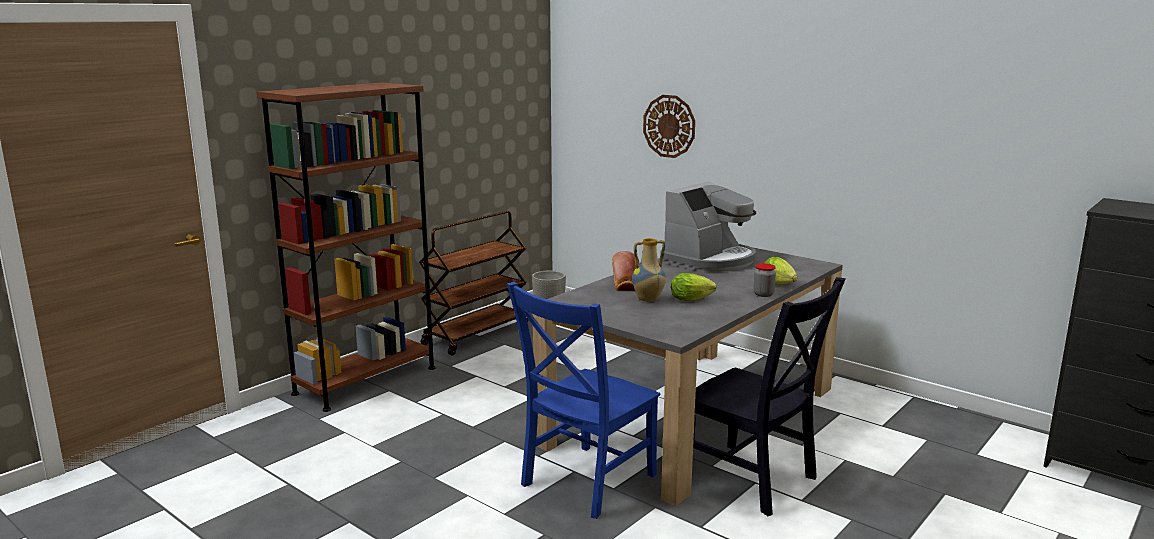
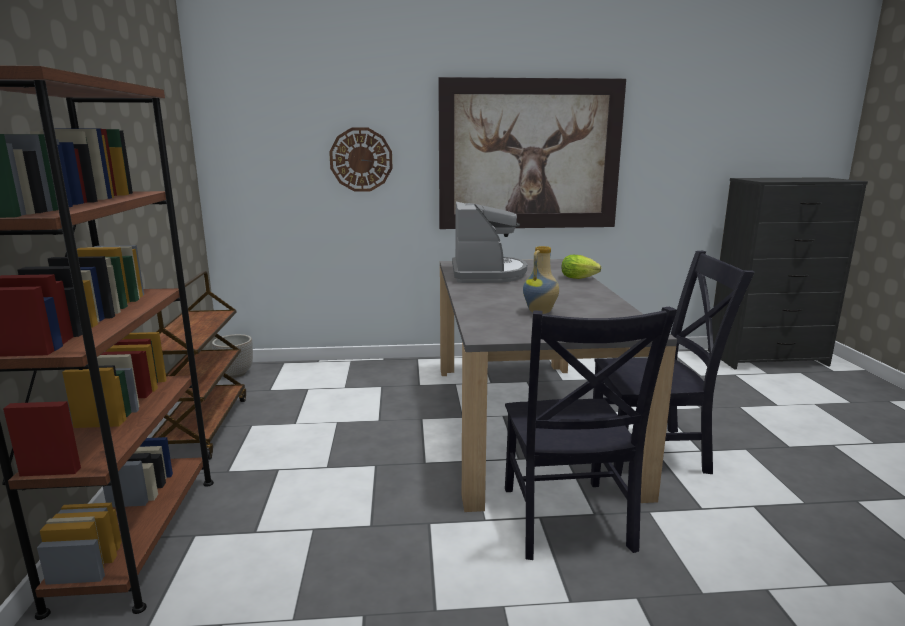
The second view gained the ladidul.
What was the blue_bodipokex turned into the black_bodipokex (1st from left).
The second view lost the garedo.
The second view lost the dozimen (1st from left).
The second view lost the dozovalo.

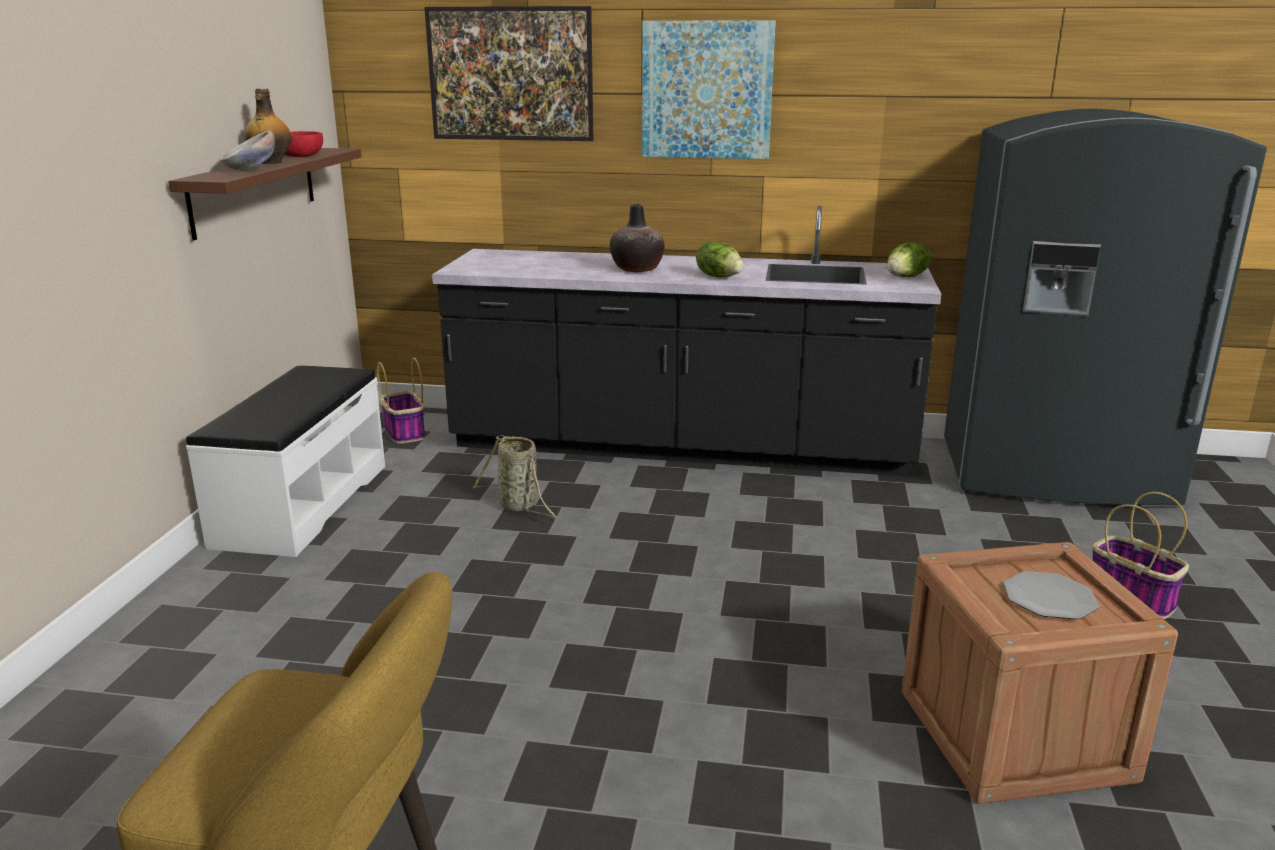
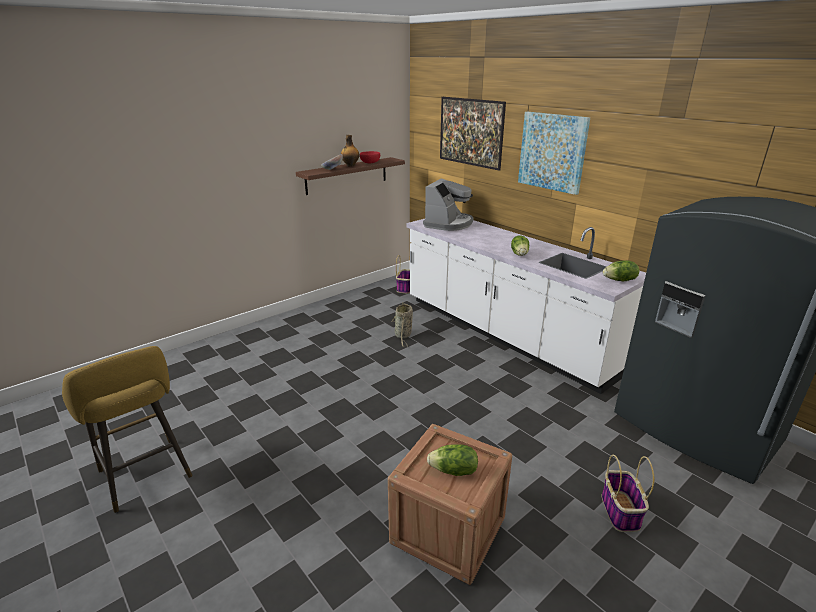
What was the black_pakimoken turned into the white_pakimoken.
The second view gained the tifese.
Where the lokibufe stood, the dozimen (1st from left) came to stand.
The second view lost the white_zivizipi.
The second view lost the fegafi.

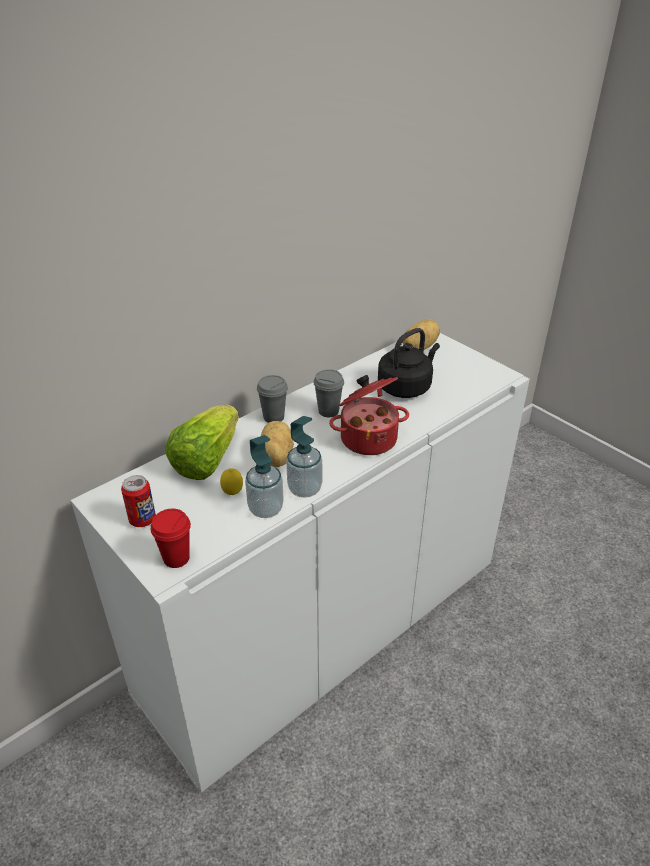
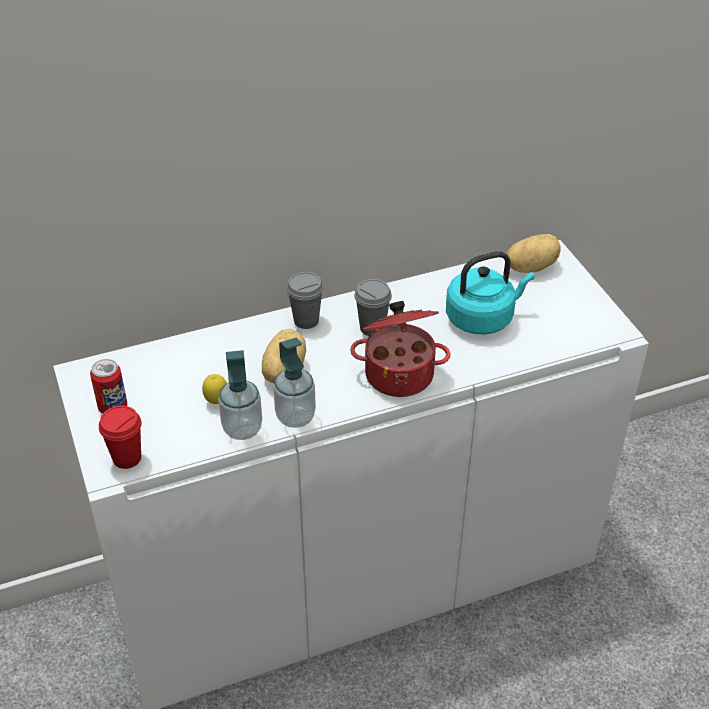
What was the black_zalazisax turned into the turquoise_zalazisax.
The second view lost the dozimen.

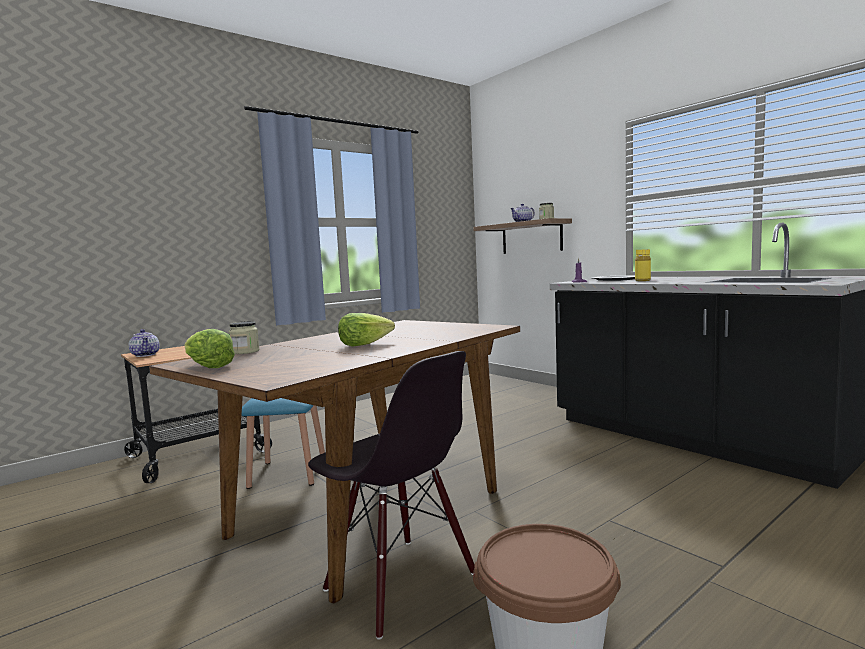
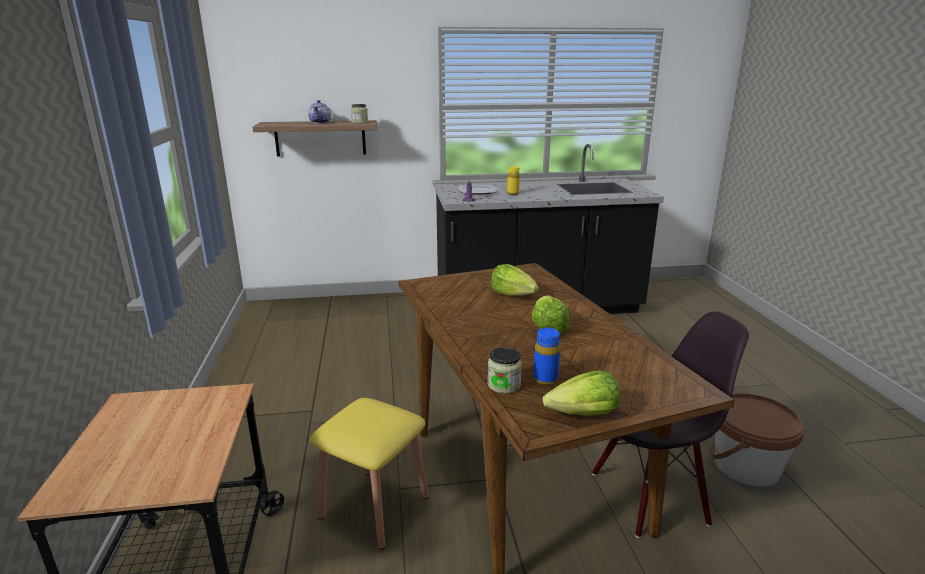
What was the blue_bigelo turned into the yellow_bigelo.
The second view gained the dozimen (1st from left).
The second view gained the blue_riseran.
The second view lost the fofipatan (1st from left).

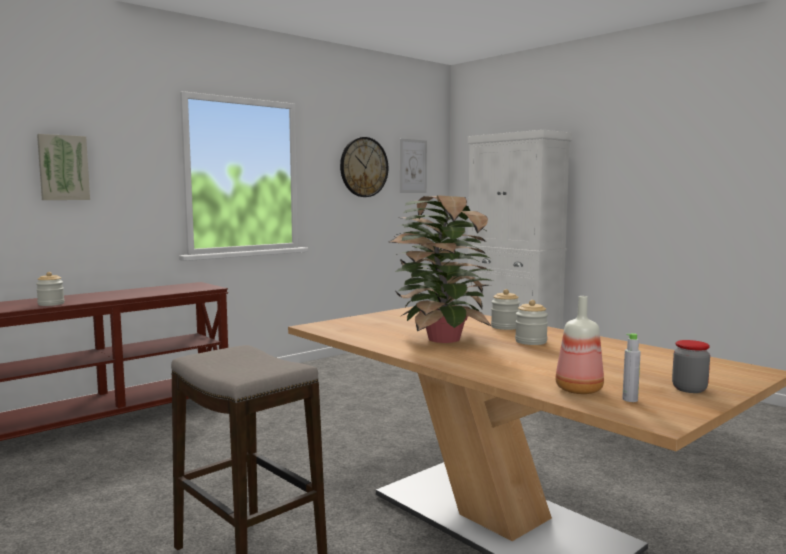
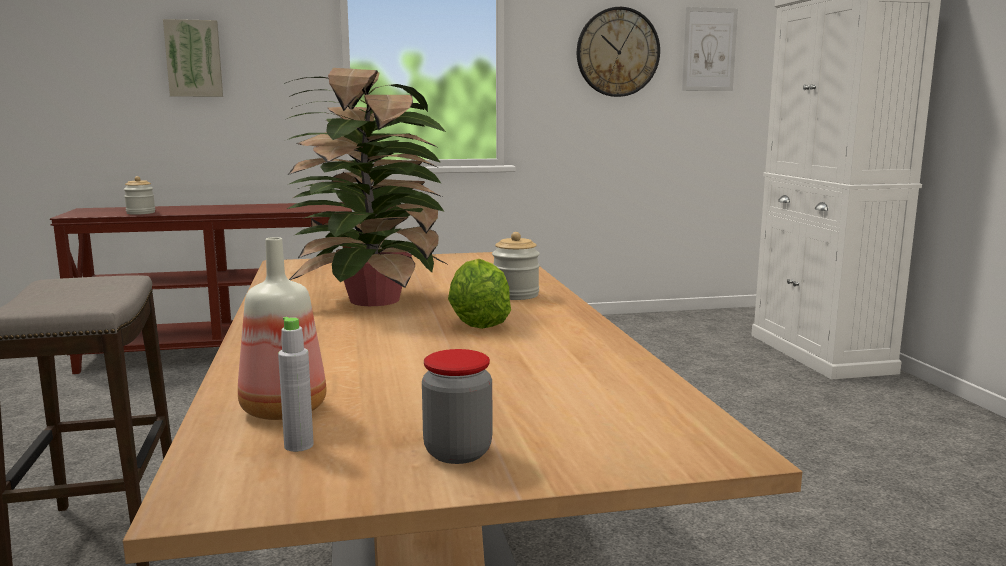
Where the dozovalo (3rd from left) stood, the dozimen came to stand.

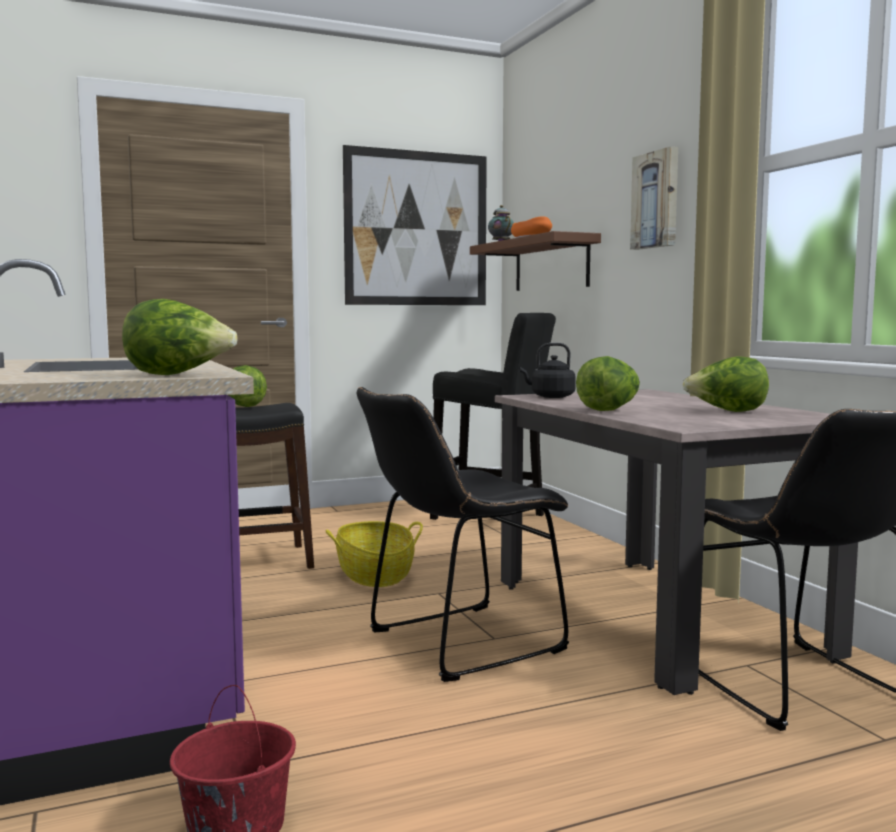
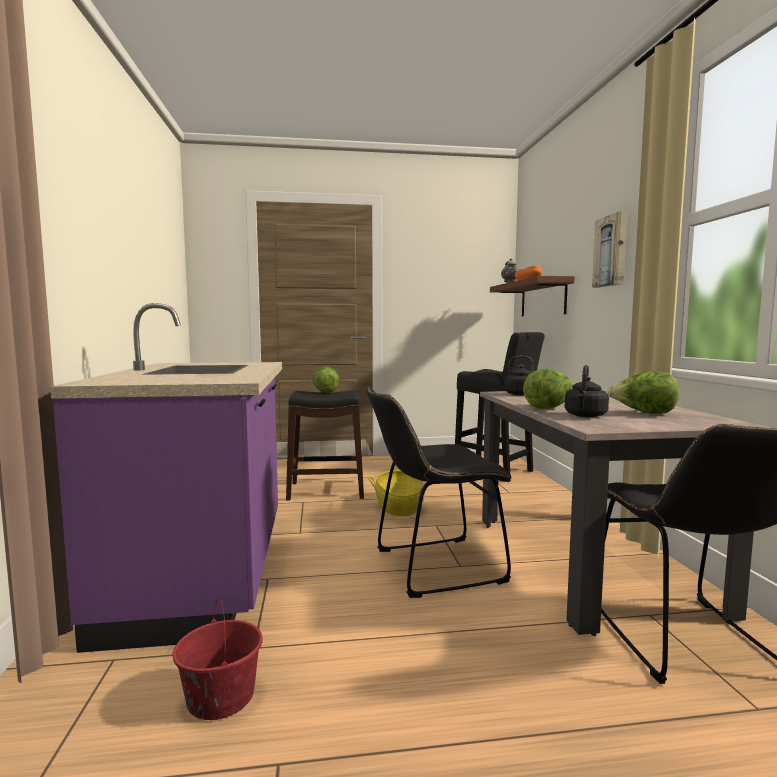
The second view gained the black_zalazisax (2nd from left).
The second view lost the dozimen (1st from left).
The second view lost the ladidul (1st from left).

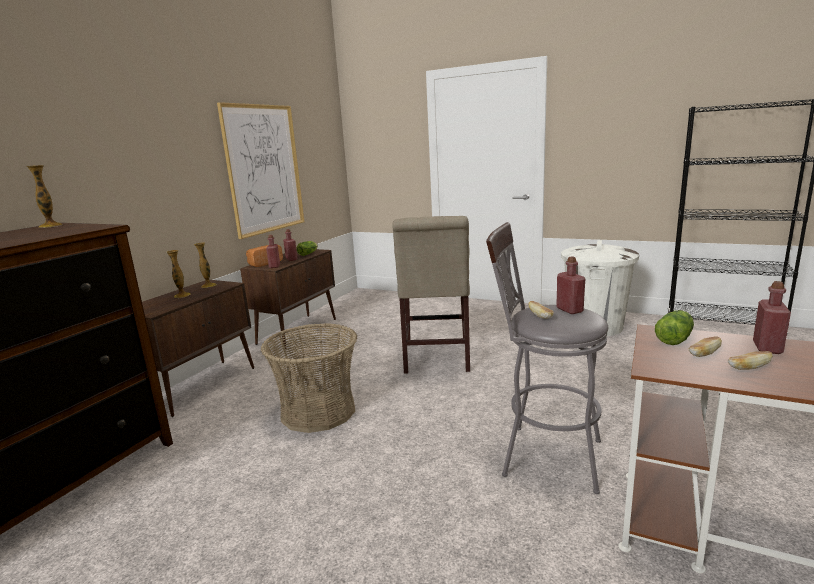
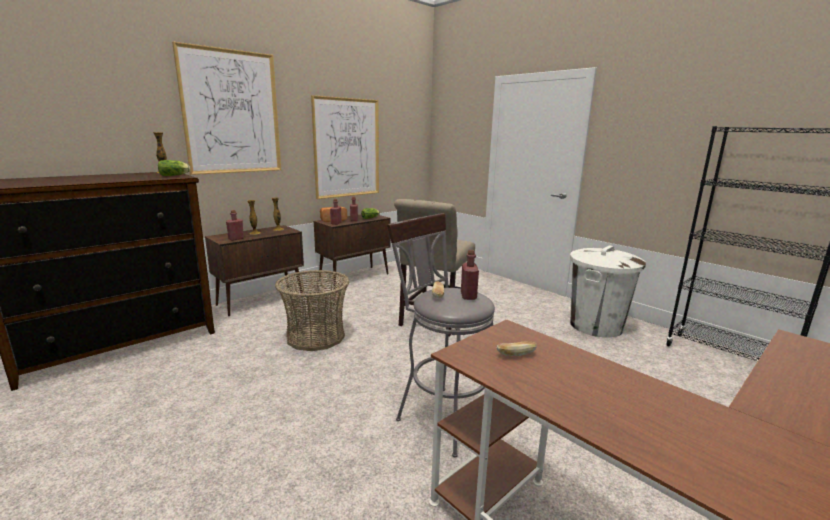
The dozimen (2nd from left in the first image) ended up elsewhere.
The second view gained the ladidul (1st from left).
The red_riseran (4th from left in the first image) ended up elsewhere.
The second view lost the garedo (4th from left).

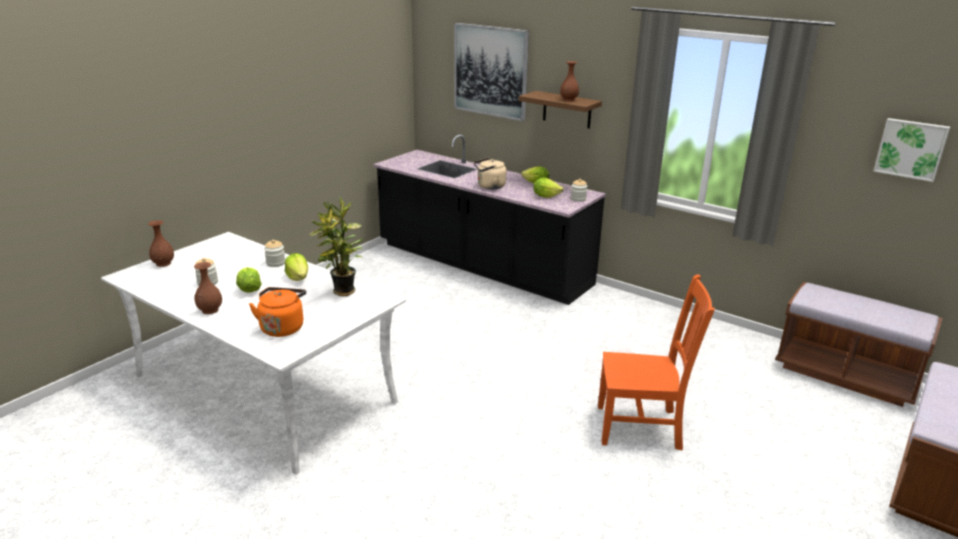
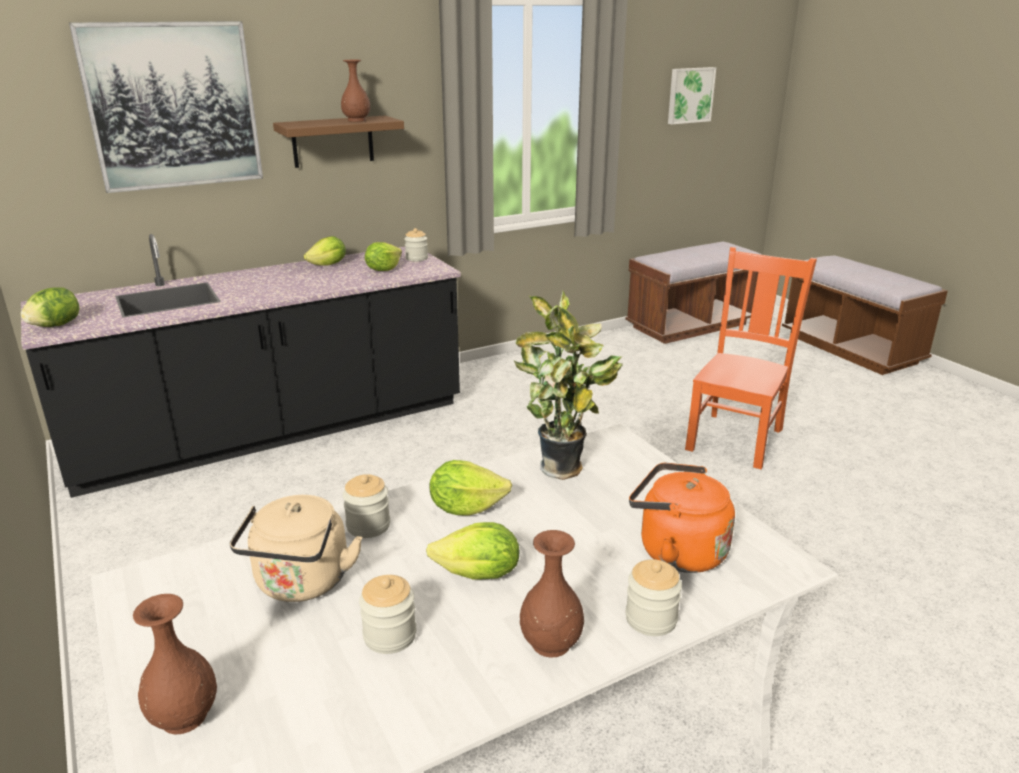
The second view gained the dozimen (1st from left).
The beige_zalazisax ended up elsewhere.
The second view gained the dozovalo (4th from left).

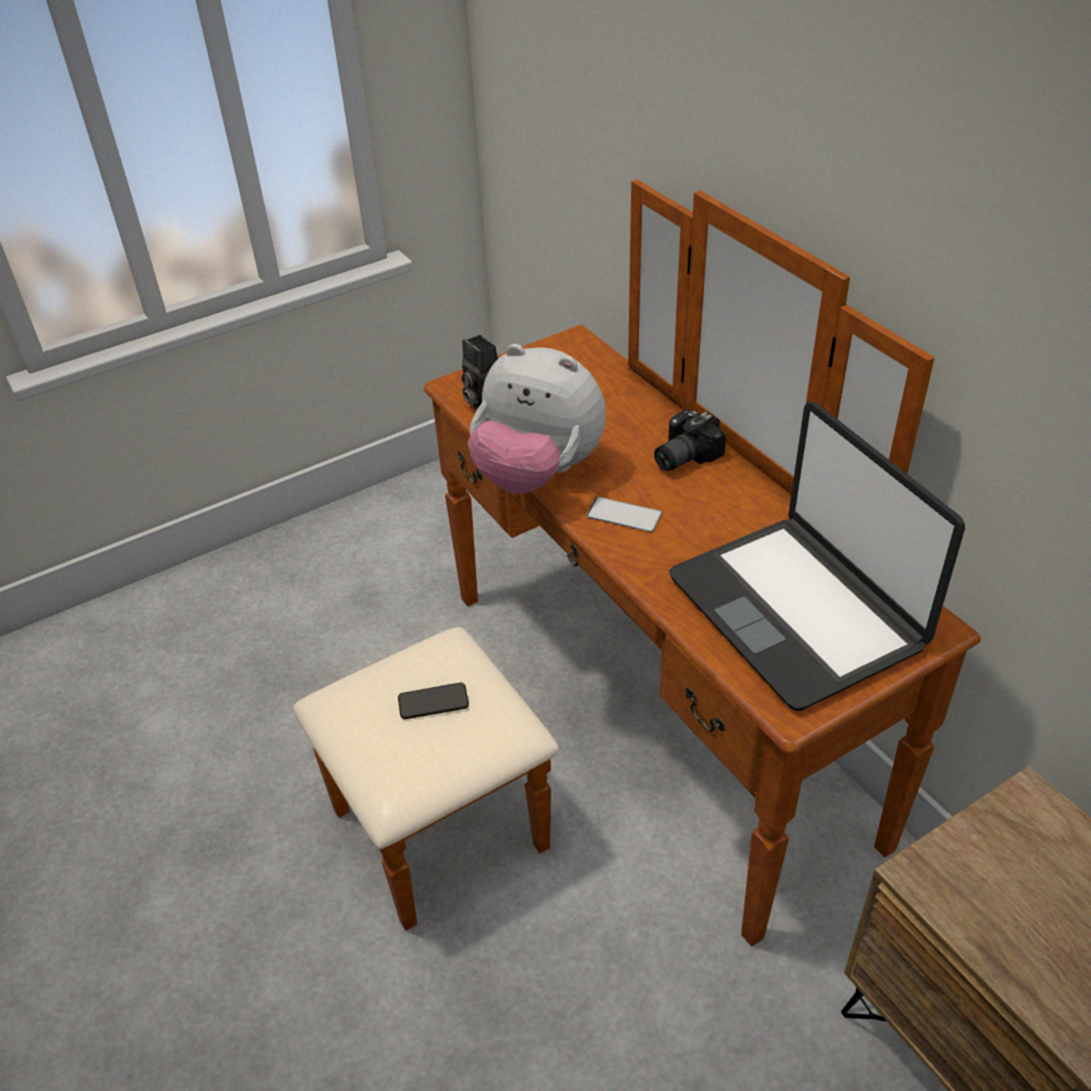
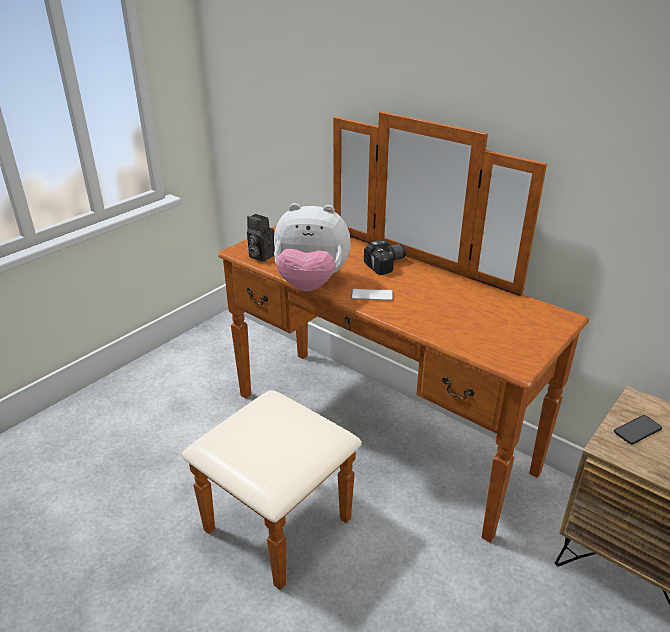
The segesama (2nd from left) ended up facing another way, 150 degrees counterclockwise from before.
The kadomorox (1st from left in the first image) ended up elsewhere.
The second view lost the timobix.

